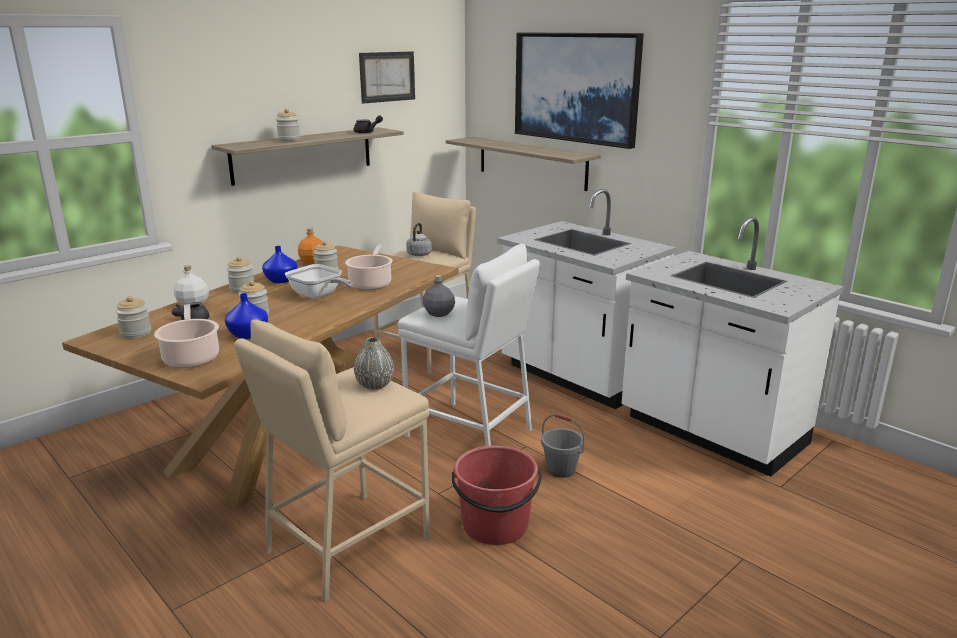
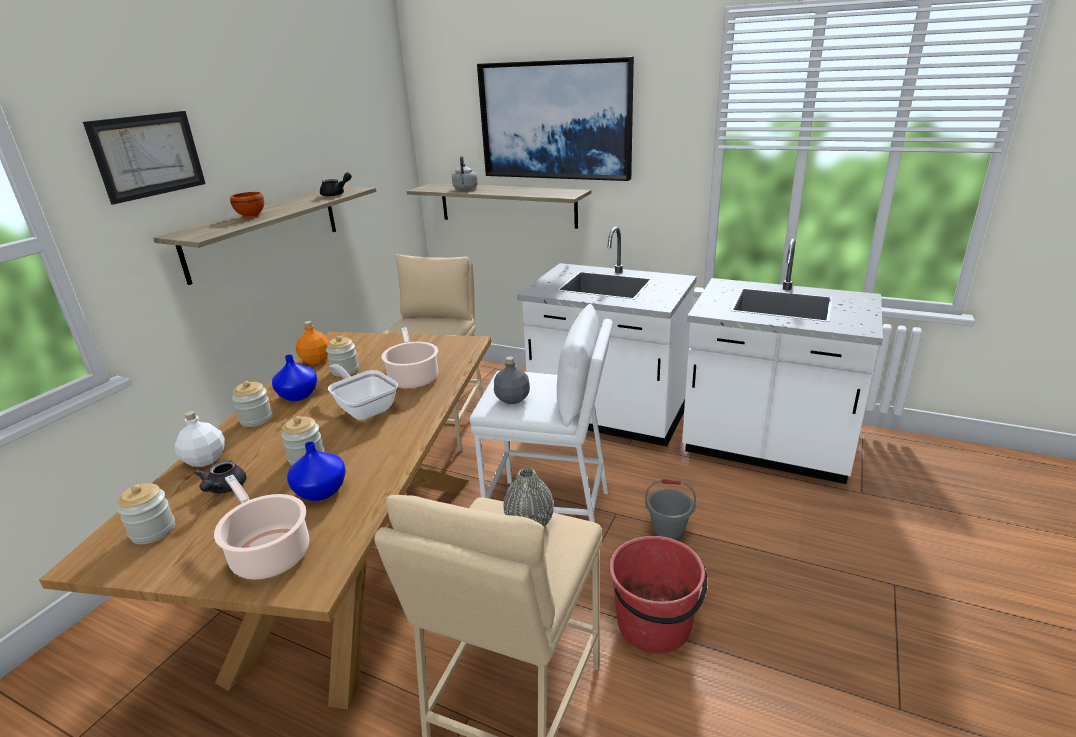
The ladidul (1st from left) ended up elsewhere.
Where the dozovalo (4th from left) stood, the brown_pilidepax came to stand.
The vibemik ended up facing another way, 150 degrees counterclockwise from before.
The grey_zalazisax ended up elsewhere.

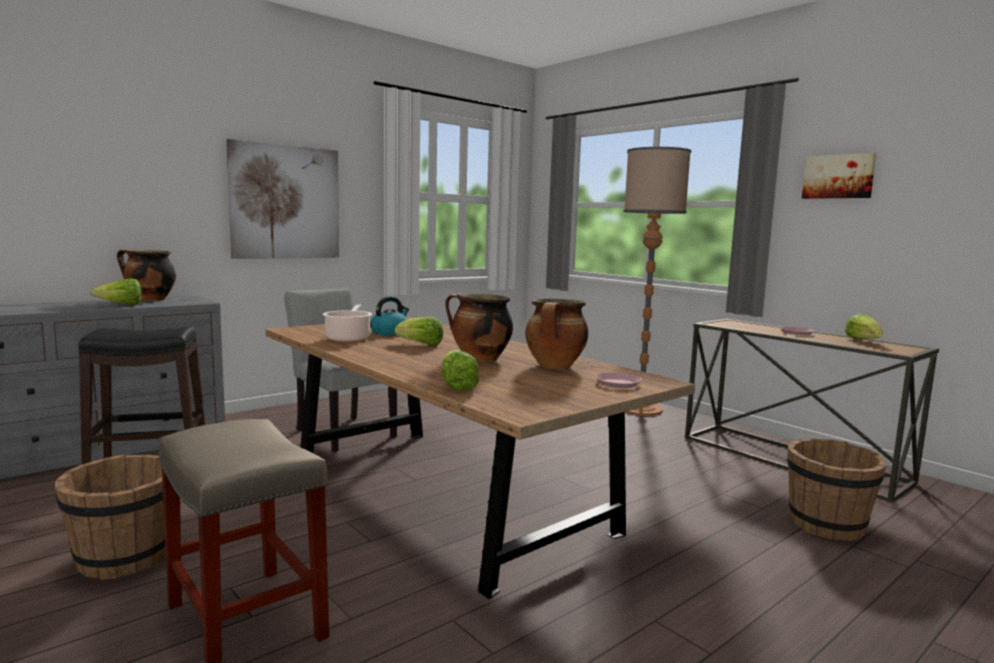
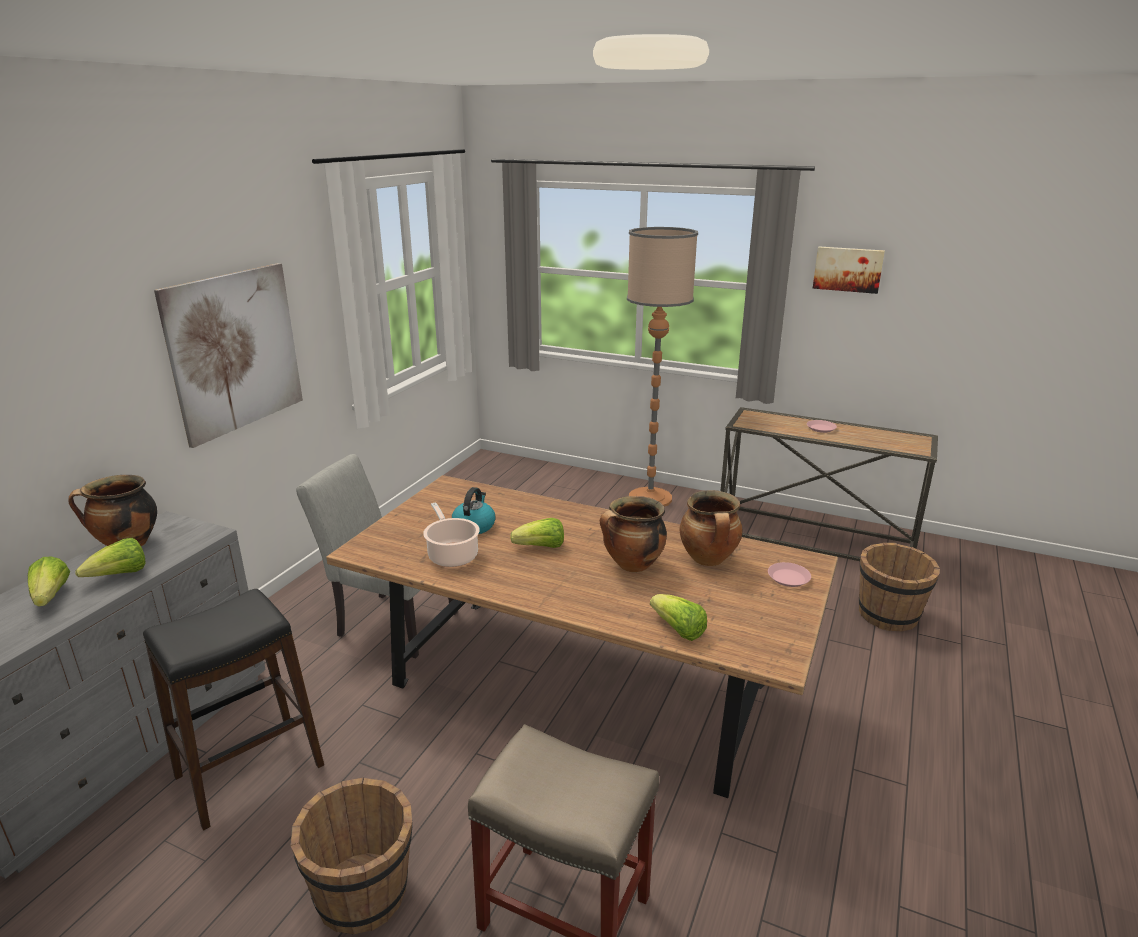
The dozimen (4th from left in the first image) ended up elsewhere.

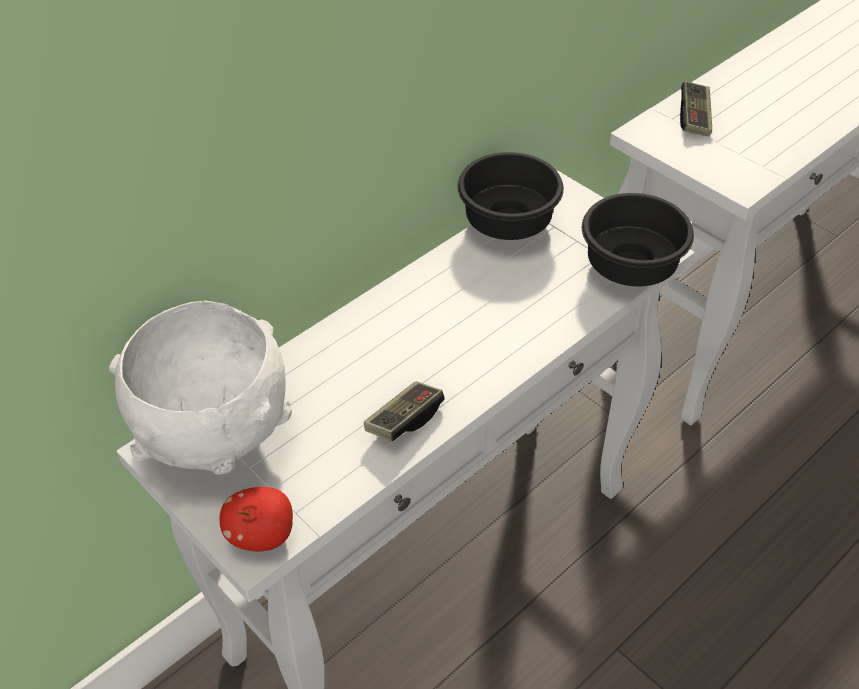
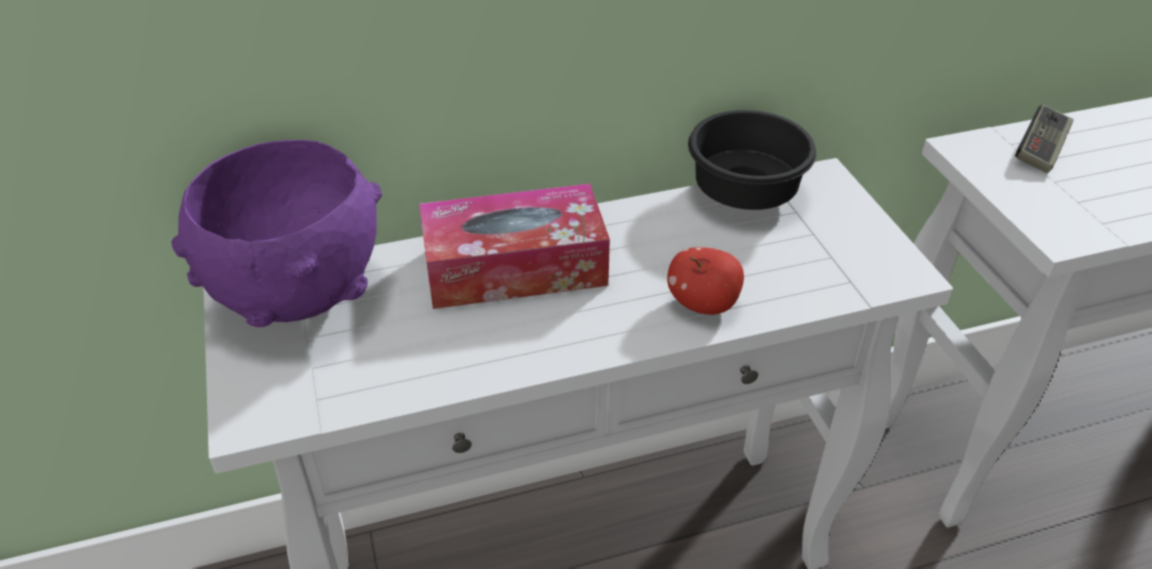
What was the white_pilidepax turned into the purple_pilidepax.
The second view gained the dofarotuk.
The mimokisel ended up elsewhere.
The second view lost the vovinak (1st from left).
The second view lost the black_pilidepax (2nd from left).

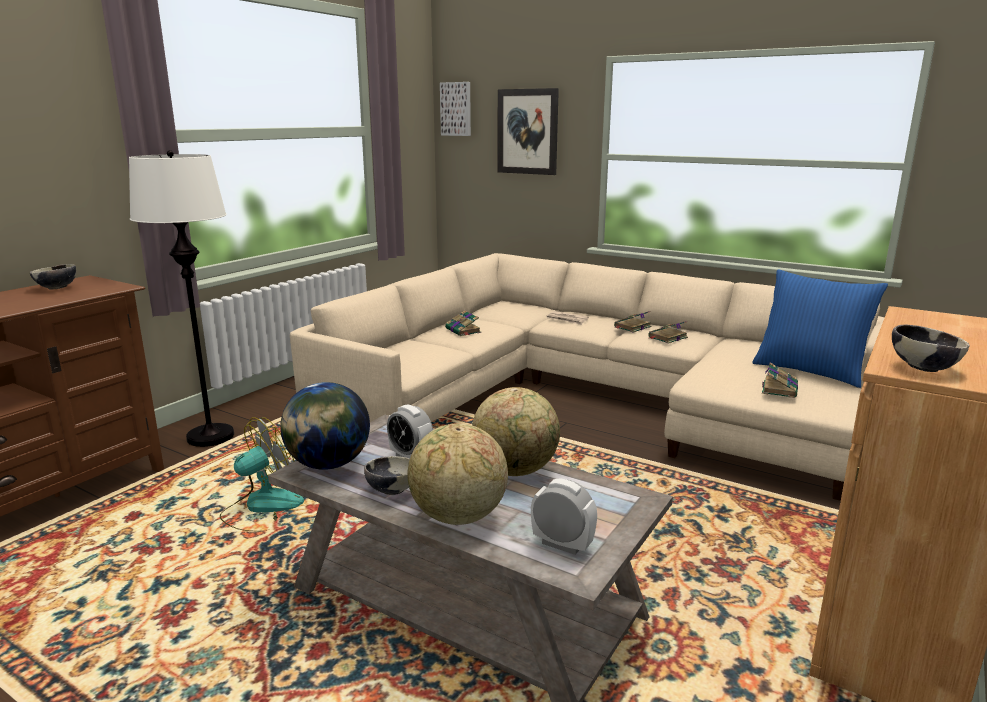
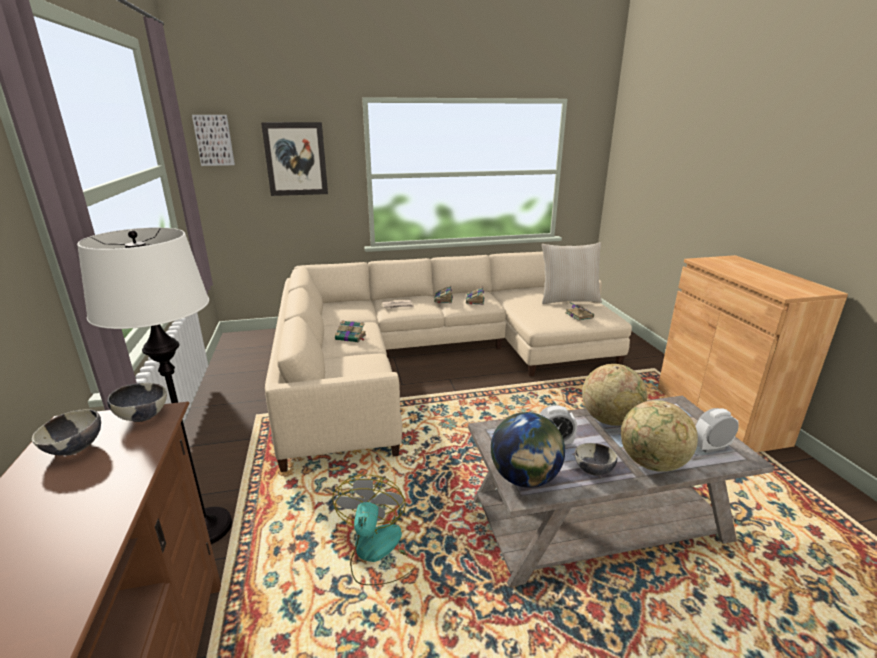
The pilidepax (3rd from left in the first image) ended up elsewhere.
What was the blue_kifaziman turned into the beige_kifaziman.

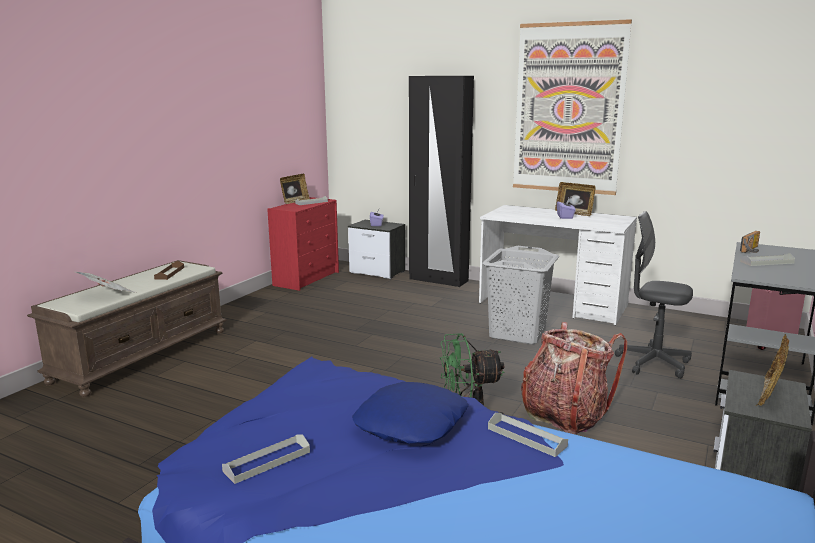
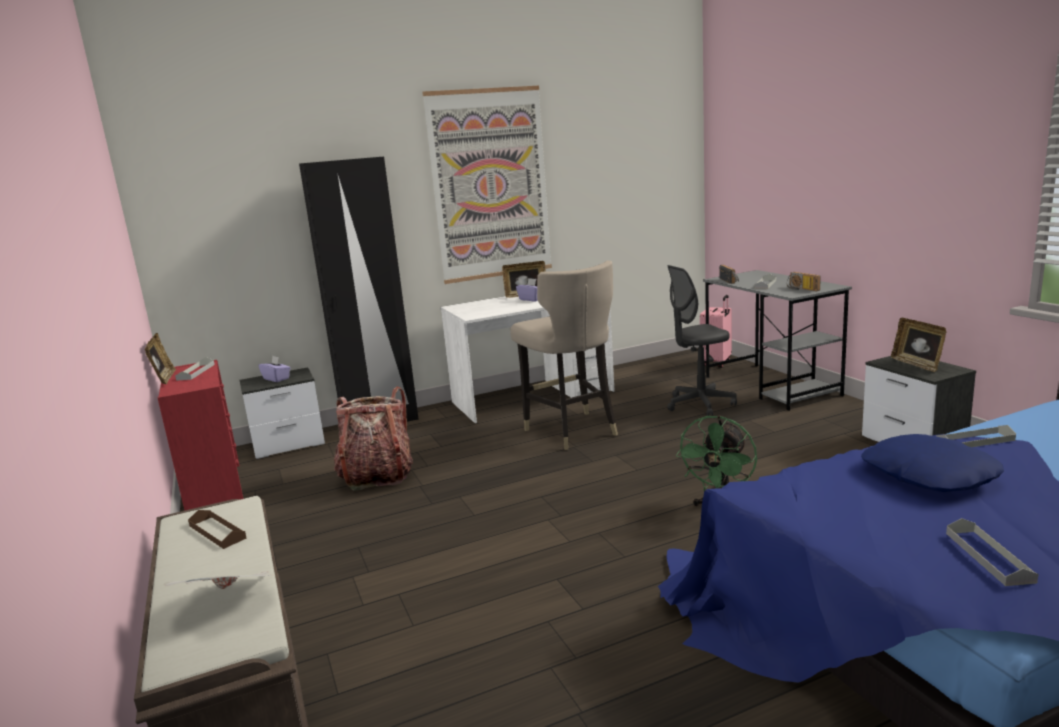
The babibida ended up elsewhere.
Where the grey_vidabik stood, the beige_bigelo came to stand.
The second view gained the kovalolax (2nd from left).

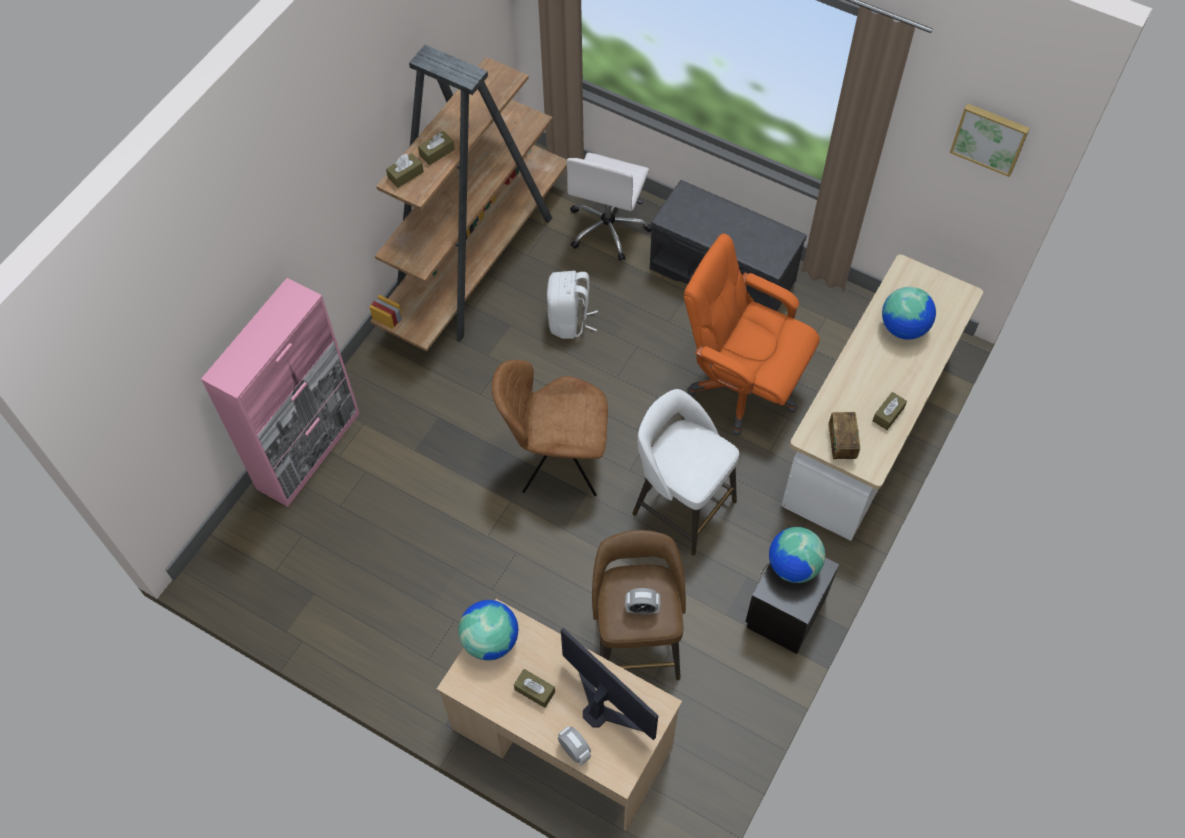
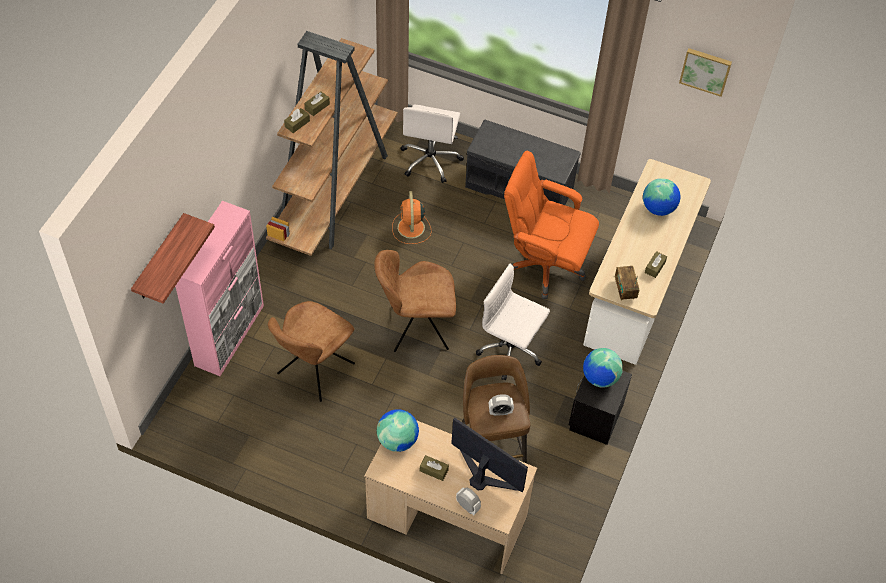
The second view gained the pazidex.
The second view gained the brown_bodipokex (1st from left).
Where the white_babibida stood, the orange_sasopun came to stand.
Where the white_bigelo stood, the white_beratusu (2nd from left) came to stand.

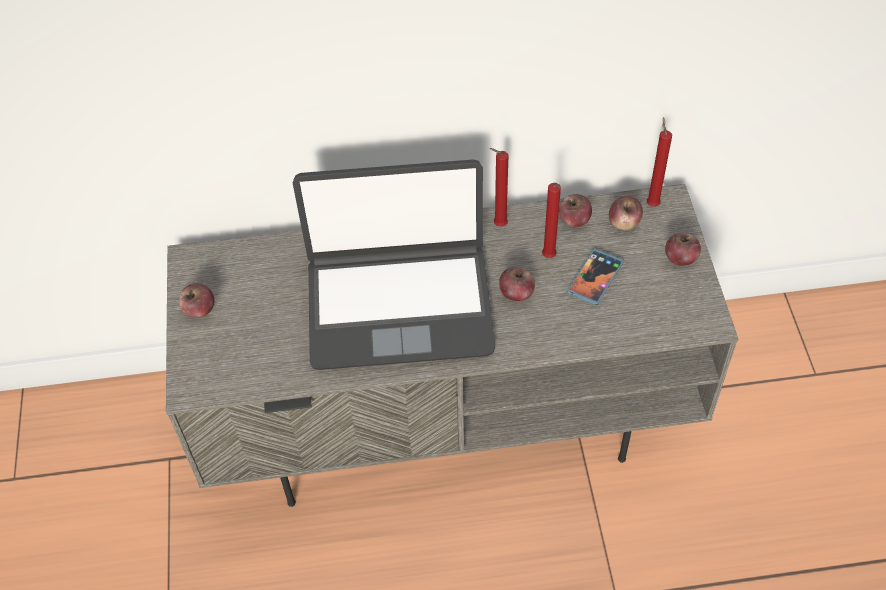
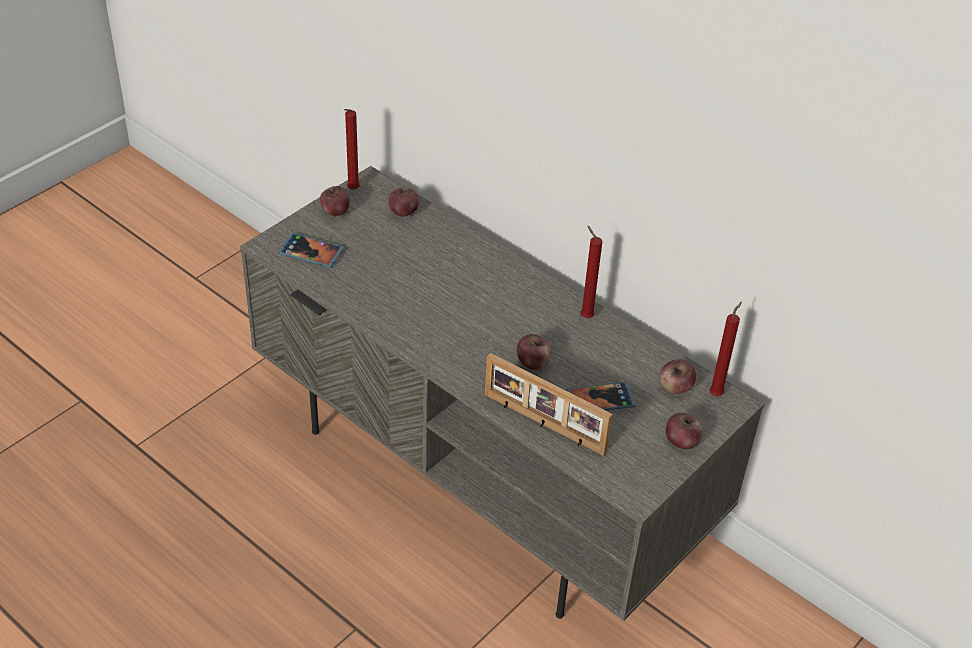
The second view gained the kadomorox (1st from left).
The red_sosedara (2nd from left in the first image) ended up elsewhere.
The mimokisel (3rd from left in the first image) ended up elsewhere.
The second view gained the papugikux.
The second view lost the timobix.

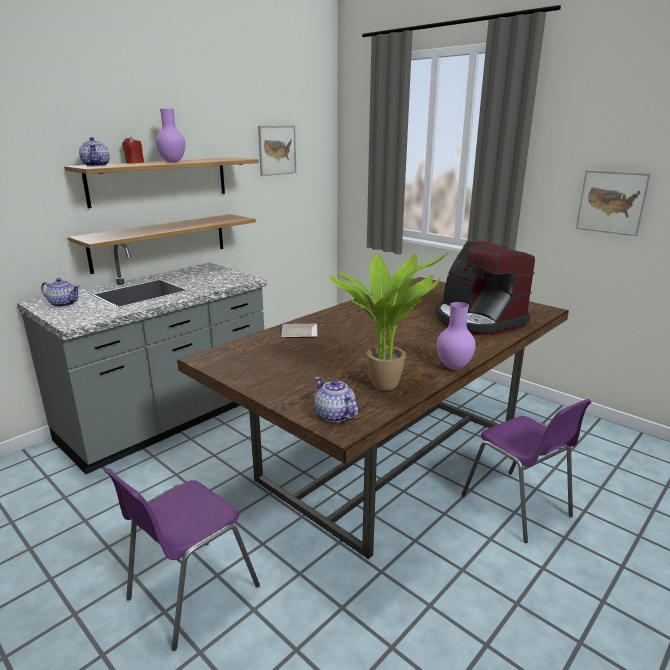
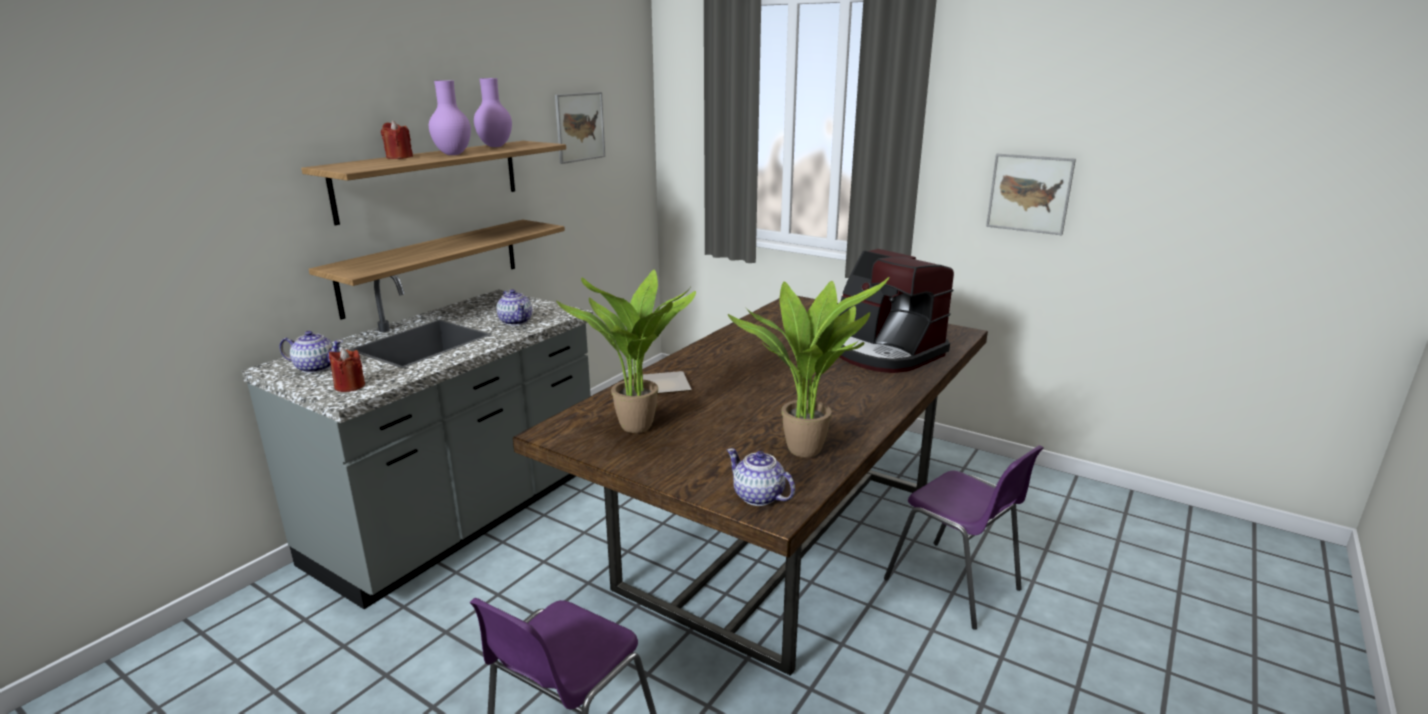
The second view gained the red_sosedara (1st from left).
The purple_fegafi (2nd from left) ended up elsewhere.
The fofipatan (2nd from left) ended up elsewhere.
The second view gained the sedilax (1st from left).

